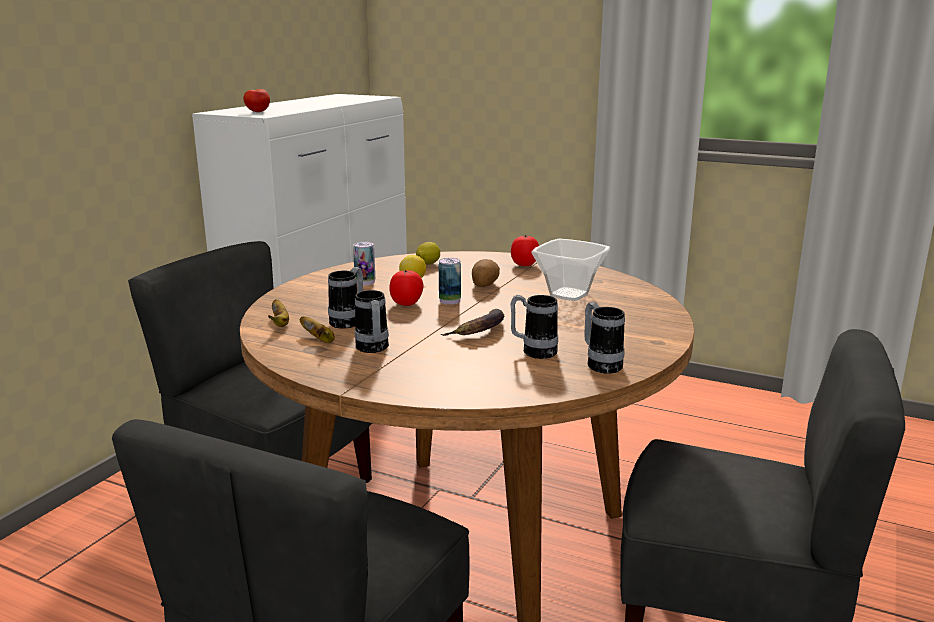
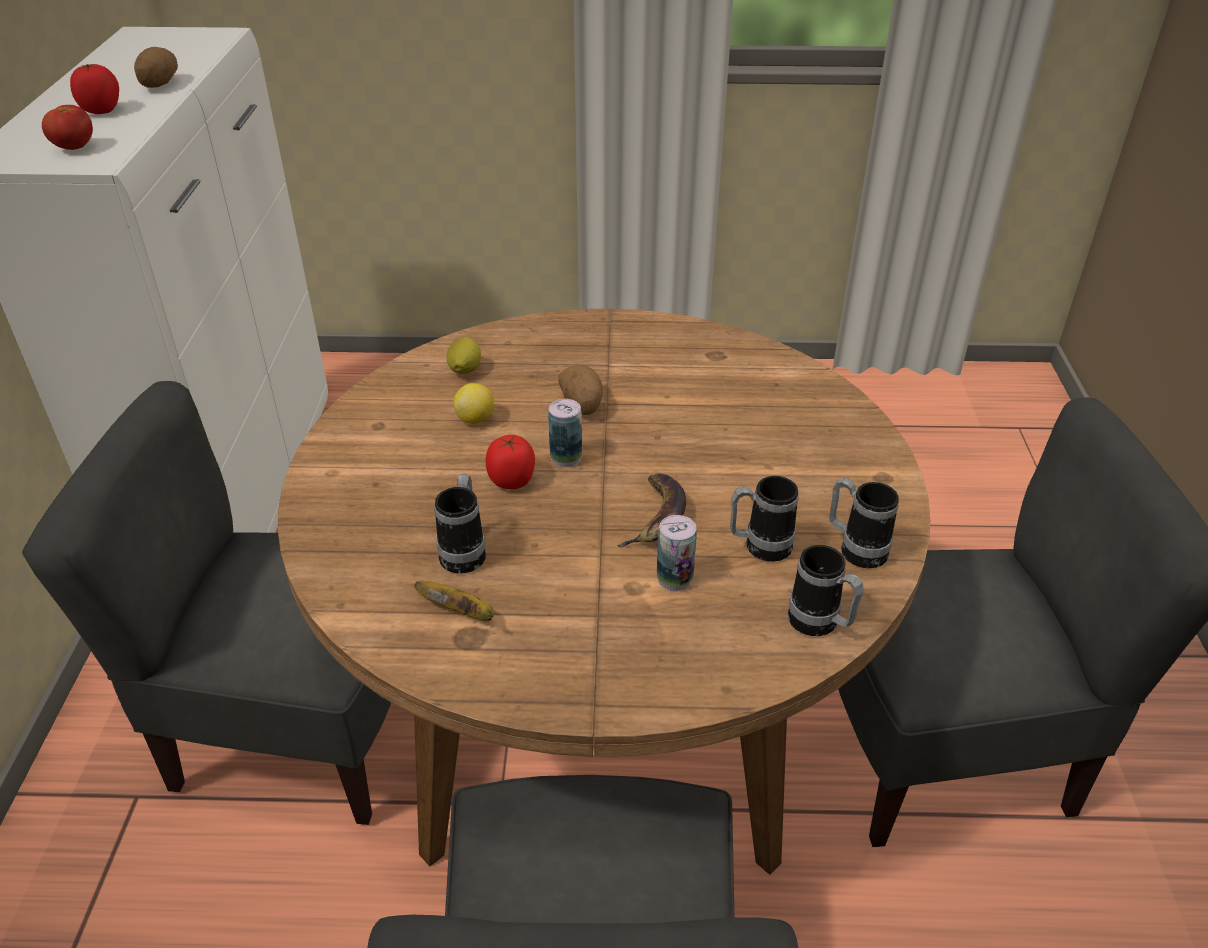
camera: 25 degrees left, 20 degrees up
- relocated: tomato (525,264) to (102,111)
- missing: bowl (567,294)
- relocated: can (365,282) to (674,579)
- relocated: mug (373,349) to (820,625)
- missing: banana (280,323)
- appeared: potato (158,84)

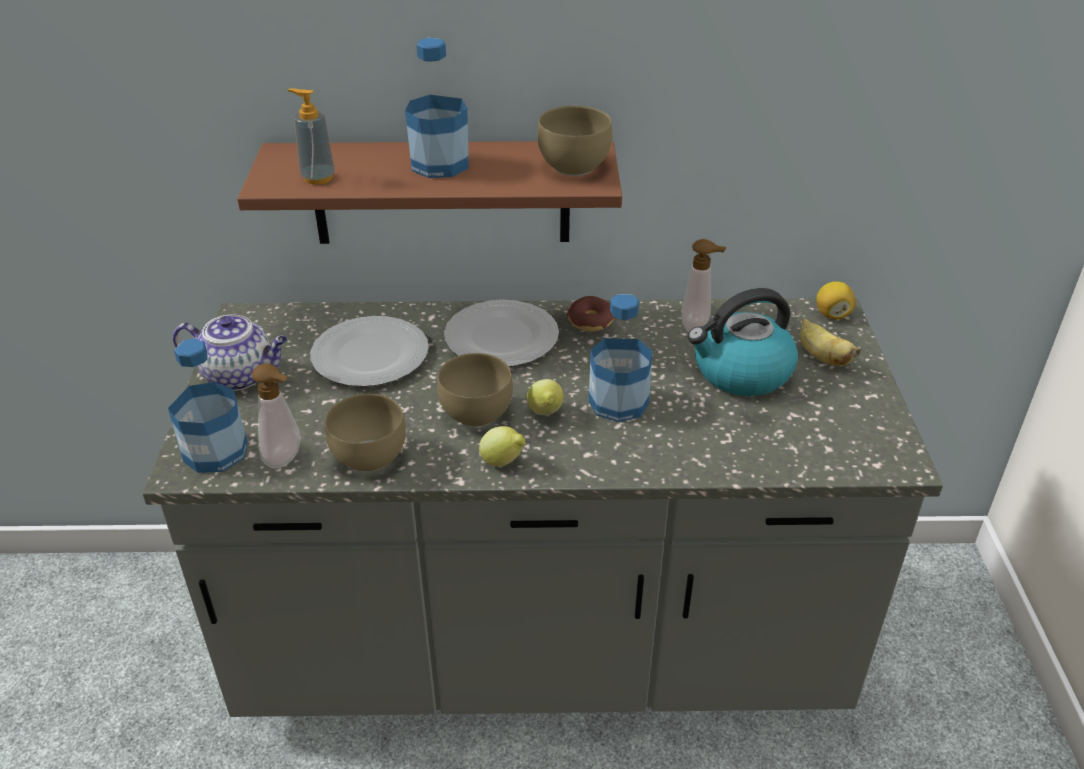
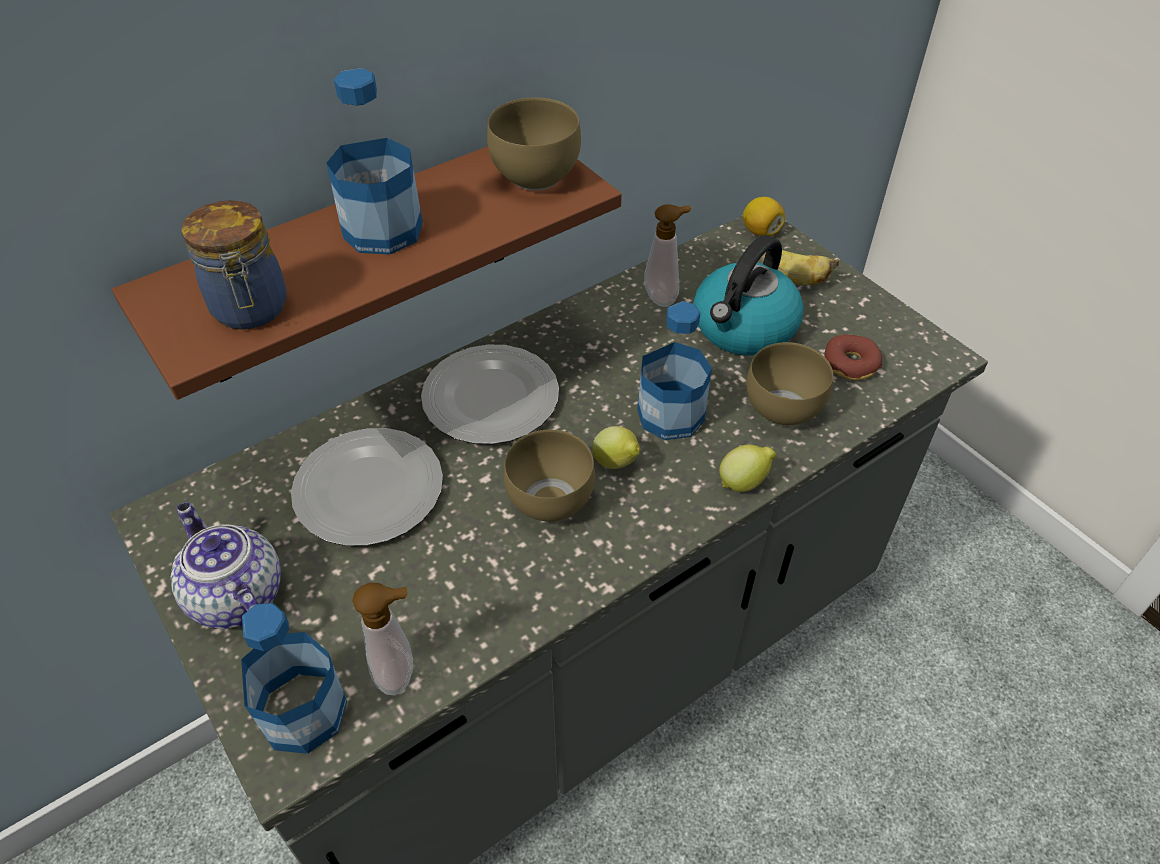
camera: 35 degrees left, 10 degrees up
- exchanged: soap dispenser (318,178) to jar (251,310)
- relocated: donut (591,321) to (850,364)
- spun: teapot (240,375) = (235,596) 105 degrees counterclockwise
- relocated: brown bowl (371,456) to (782,407)
- relocated: lemon (503,462) to (744,482)

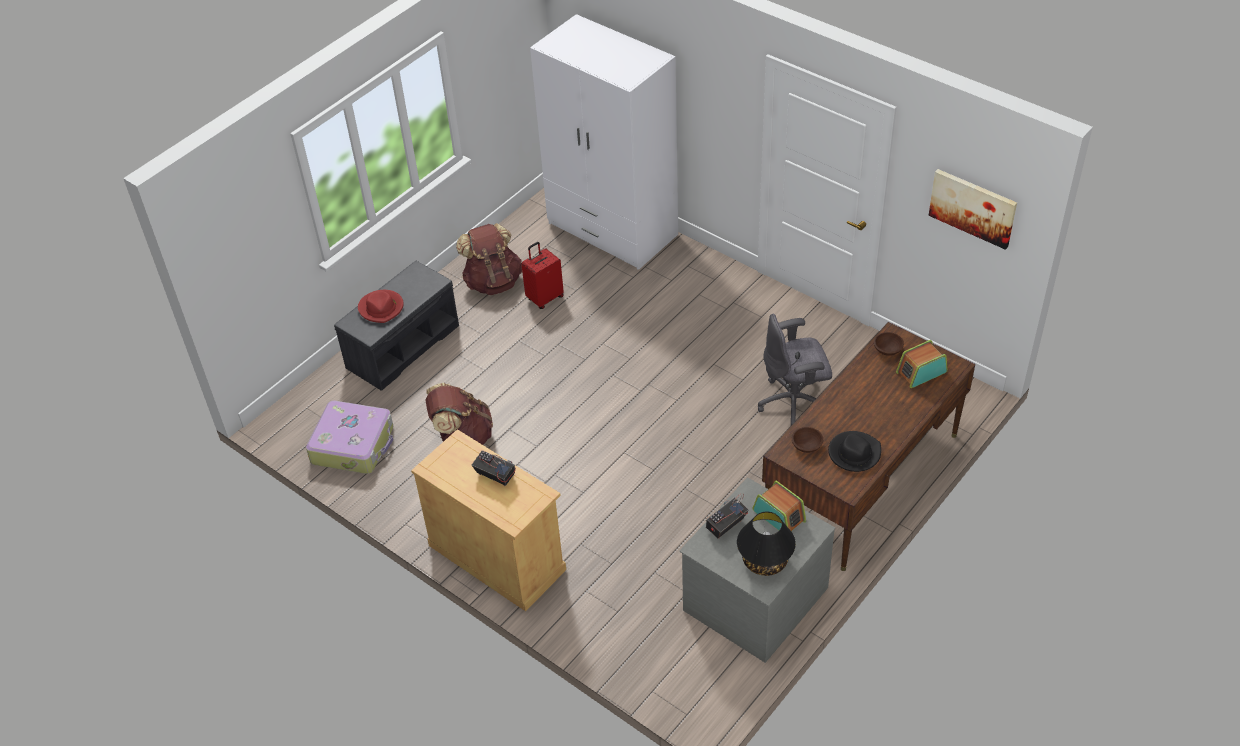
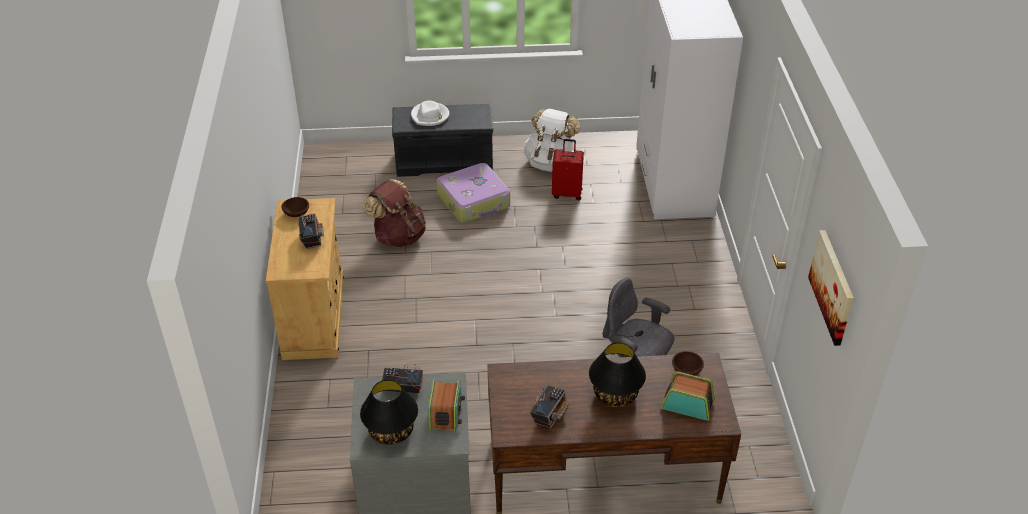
camera: 45 degrees right, 5 degrees down
- colour: brown backpack (493,281) to white backpack (550,162)
- colour: red hat (381,308) to white hat (430,116)
- relocated: suitcase (353,444) to (474,201)
- relocated: brown bowl (807,446) to (296,213)
- exchanged: black hat (854,453) to radio (549,415)
- appeared: black table lamp (615,394)

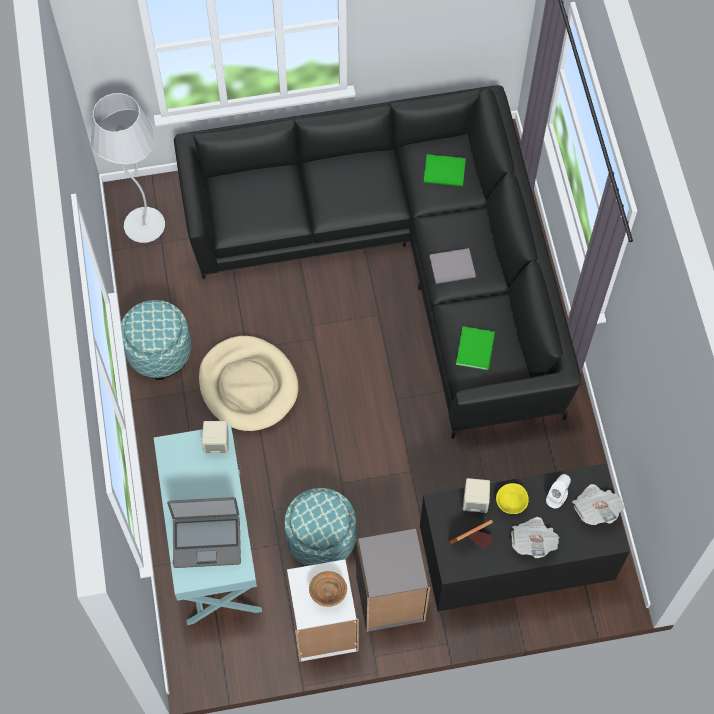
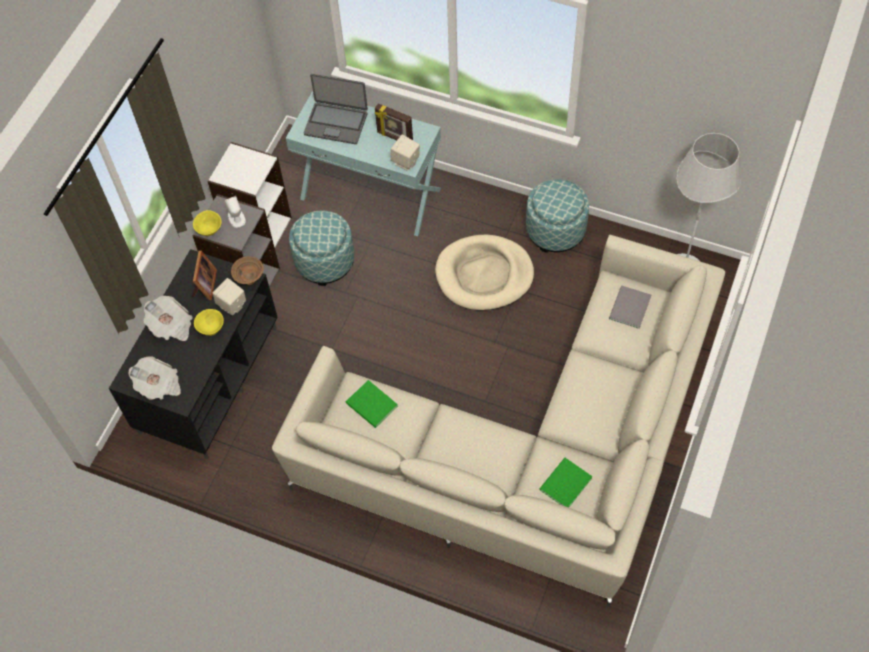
camera: 125 degrees right, 5 degrees down
- colour: black sofa (402,256) to beige sofa (530,451)
- relocated: grey book (454,268) to (628,308)
- relocated: white speaker (557,496) to (236,218)
- spun: laptop (206,540) = (336,123) 105 degrees counterclockwise
- relocated: brown bowl (327,595) to (250,280)
- appeared: picture frame (394,137)
- appeared: yellow bowl (208,230)

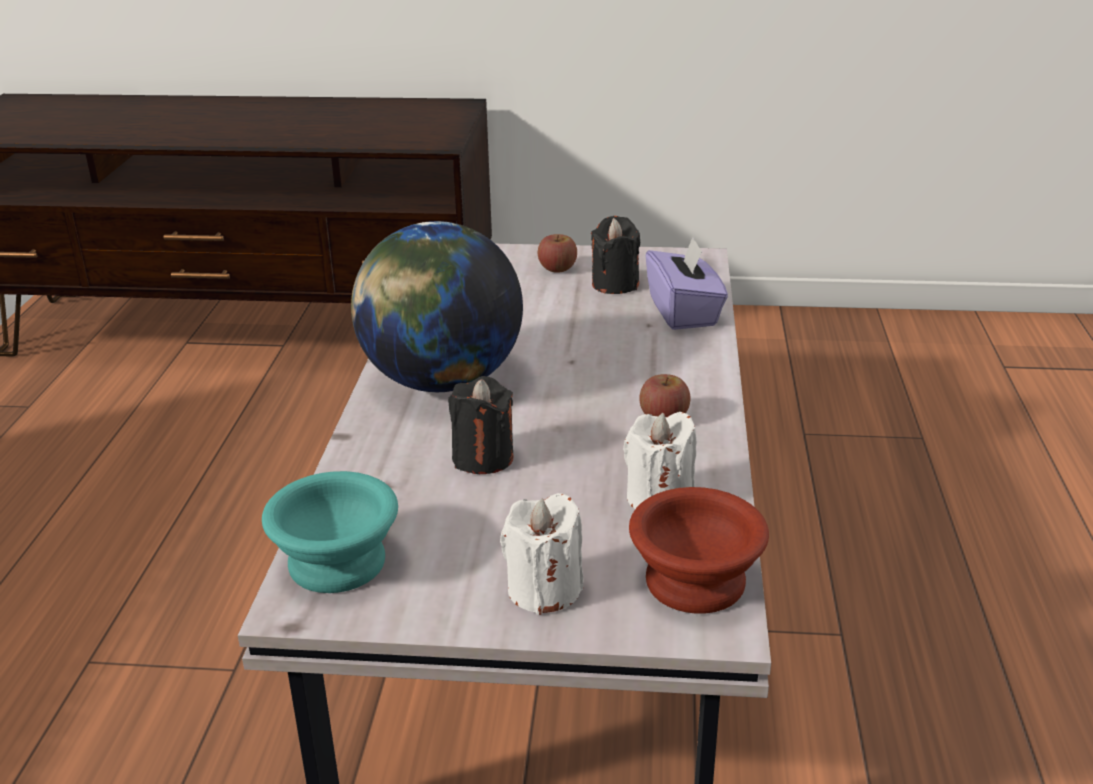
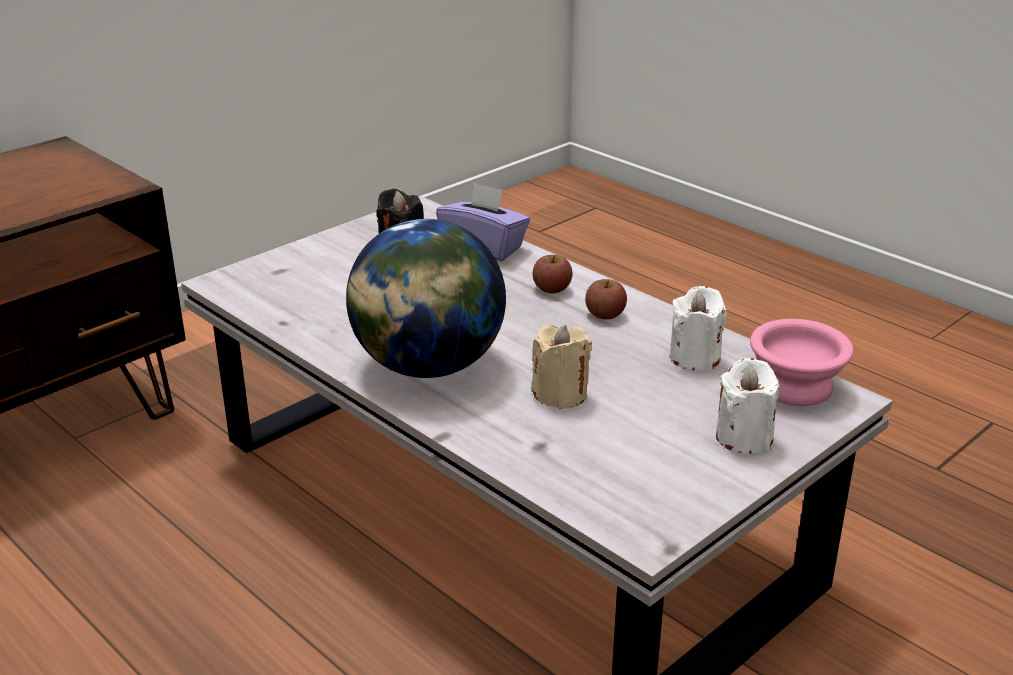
camera: 50 degrees left, 0 degrees up
- relocated: apple (557,268) to (552,289)
- colour: black candle (483,458) to beige candle (560,394)
- missing: turquoise bowl (341,563)
- colour: brown bowl (691,583) to pink bowl (794,388)

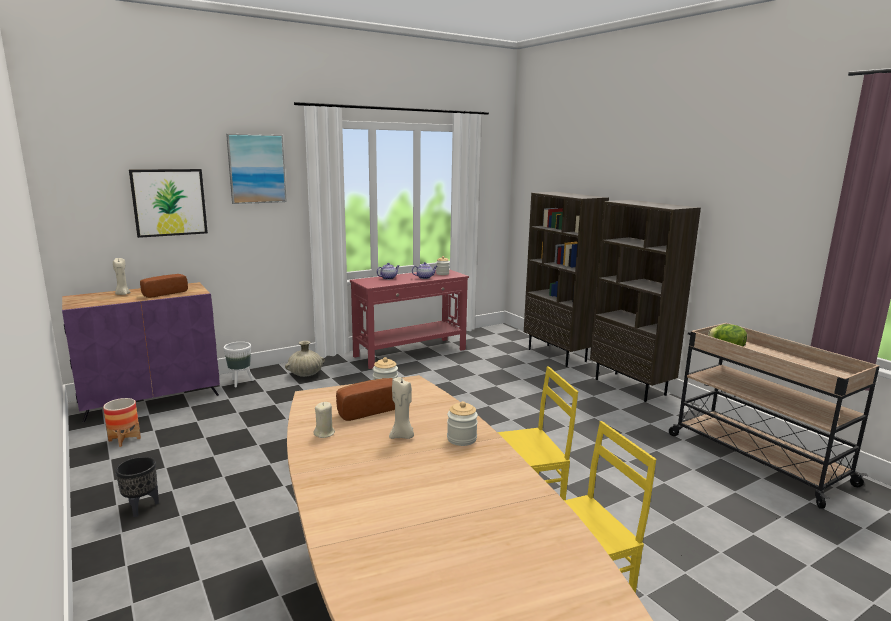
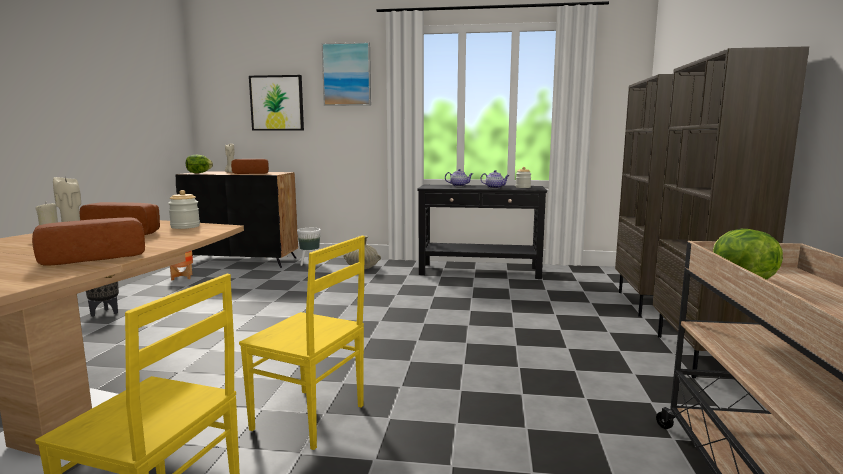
camera: 40 degrees right, 5 degrees down
- colour: red console table (411,353) to black console table (480,271)
- colour: purple cabinet (152,398) to black cabinet (243,261)
- exchanged: jar (461,439) to bread (92,257)
- appeared: lettuce (199,173)

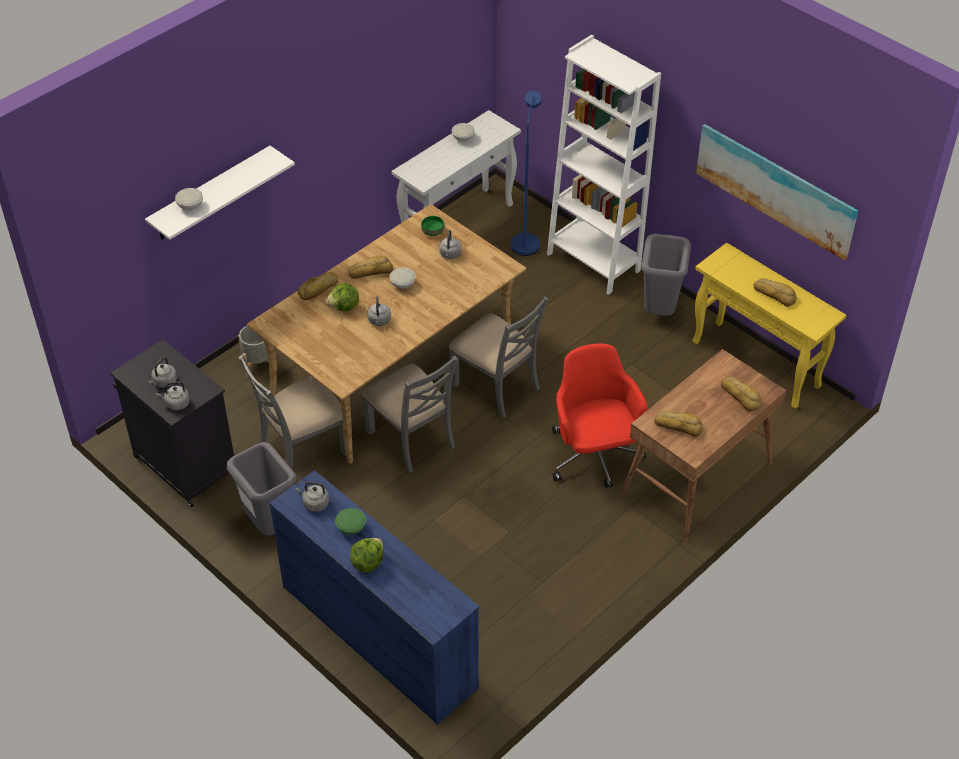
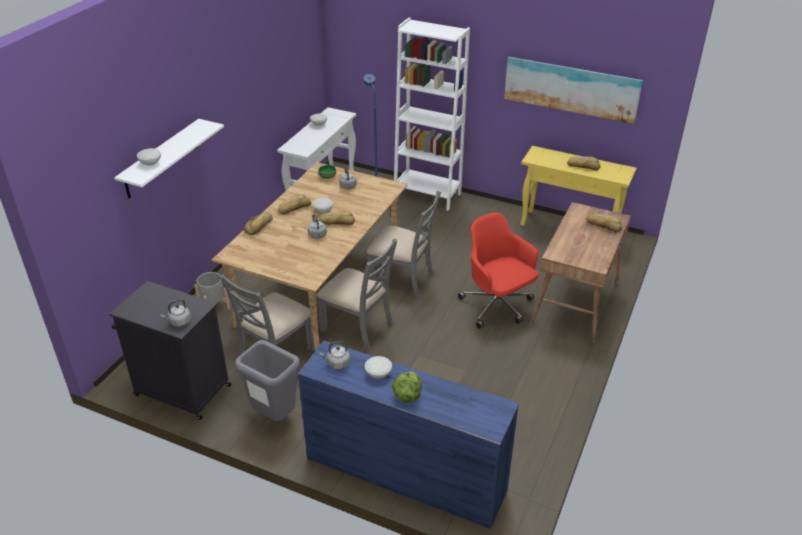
camera: 20 degrees left, 10 degrees down
- missing: grey trash can (659,312)
- missing: lettuce (344,307)
- missing: grey kettle (164,382)
- relocated: bread (678,425) to (336,221)
- colour: green bowl (351,527) to white bowl (378,373)

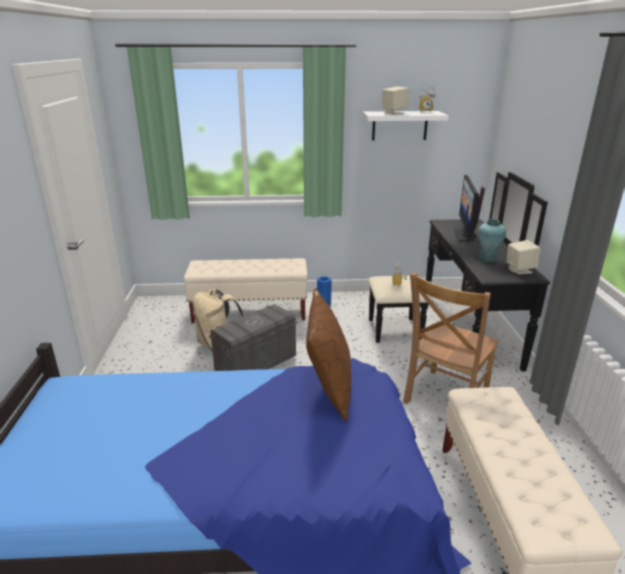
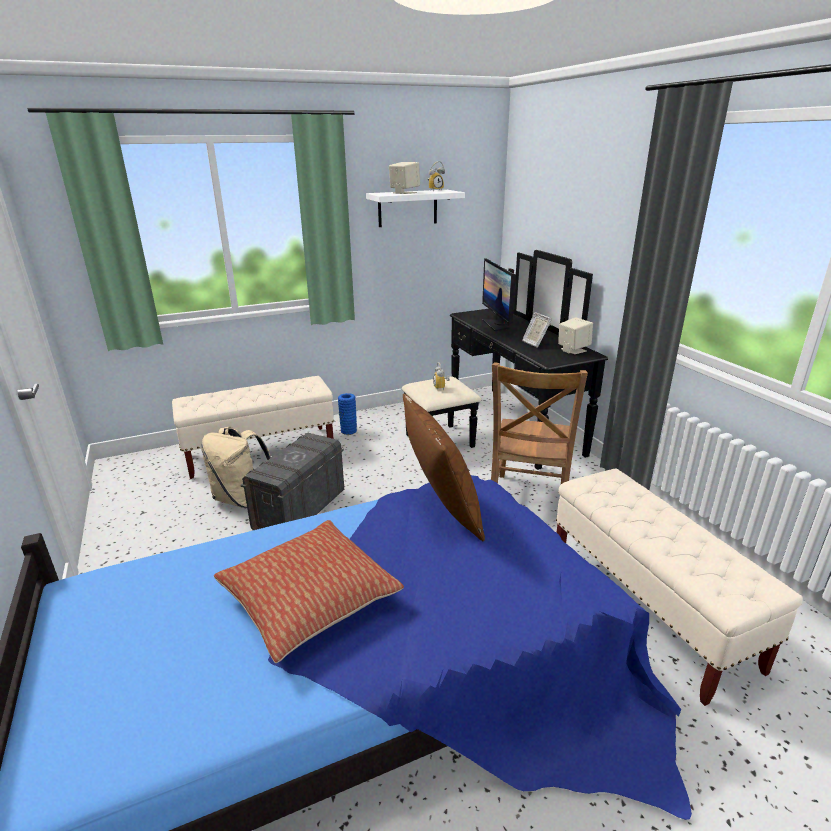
camera: 20 degrees left, 0 degrees up
- exchanged: turquoise vase (487,258) to picture frame (534,343)
- appeared: pillow (308,600)

